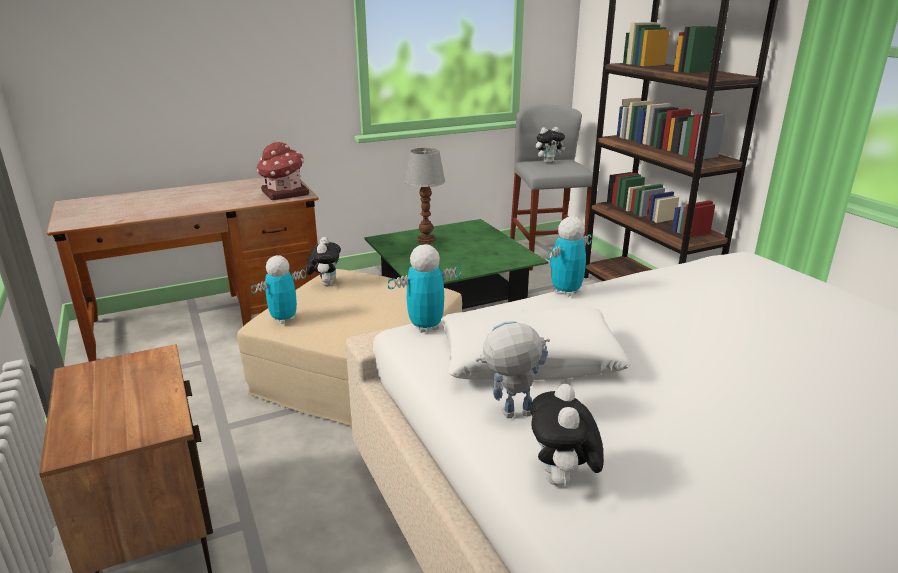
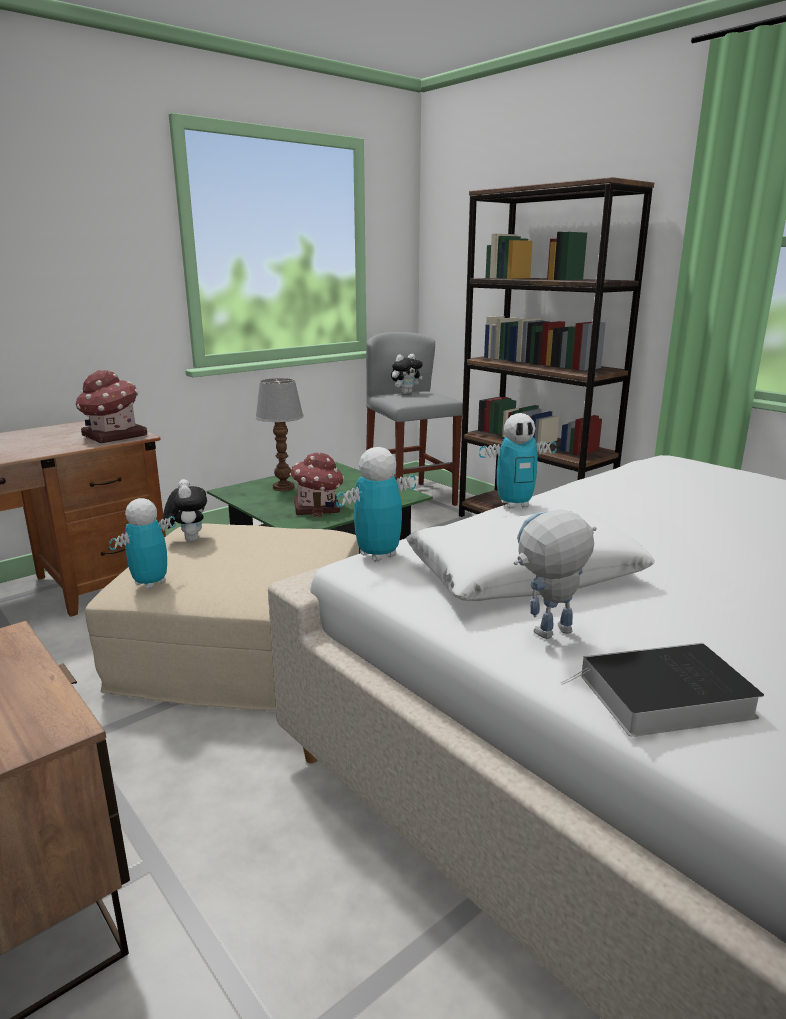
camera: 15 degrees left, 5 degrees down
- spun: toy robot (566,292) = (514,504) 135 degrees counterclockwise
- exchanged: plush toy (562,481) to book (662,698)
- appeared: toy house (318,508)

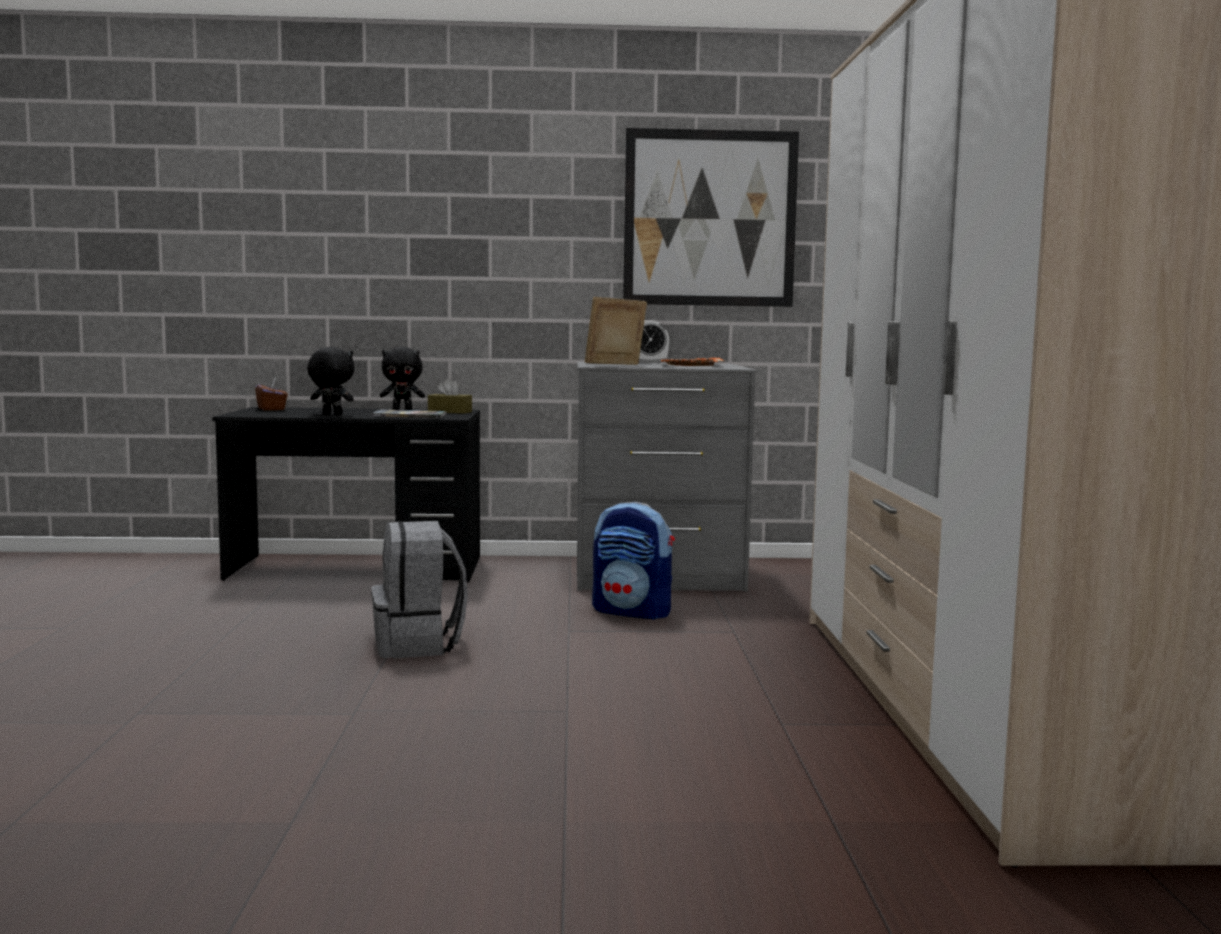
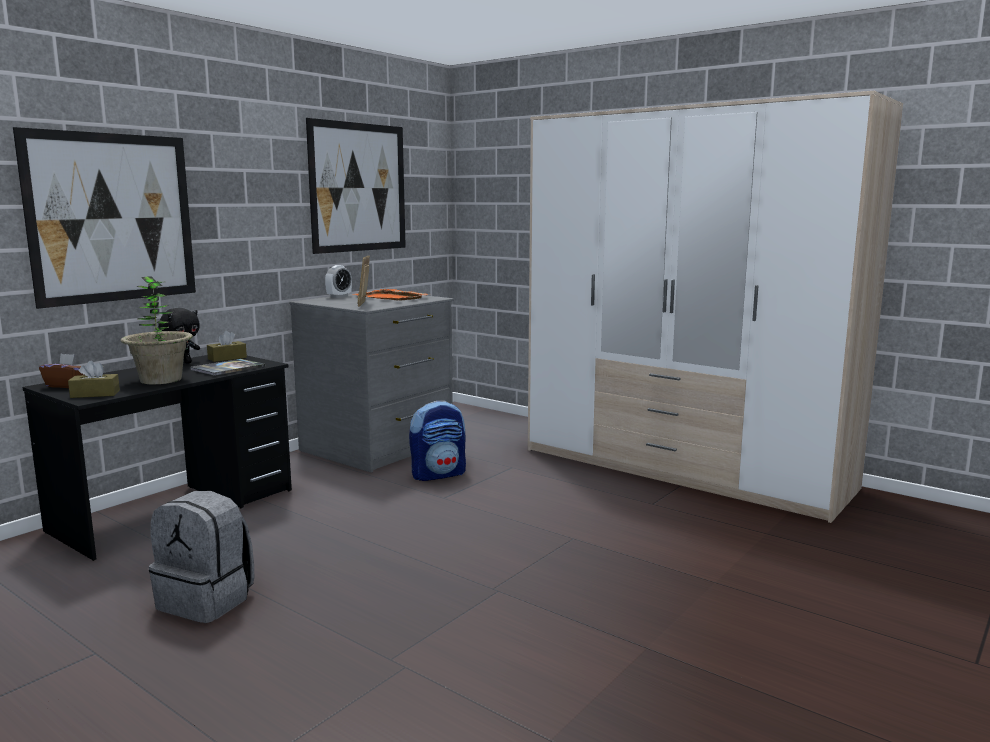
camera: 50 degrees left, 5 degrees up
- exchanged: black plush toy (331,414) to potted plant (161,380)
- relocated: grey backpack (418,645) to (207,600)
- appeared: picture (112,218)
- appeared: brown tissue box (95,394)

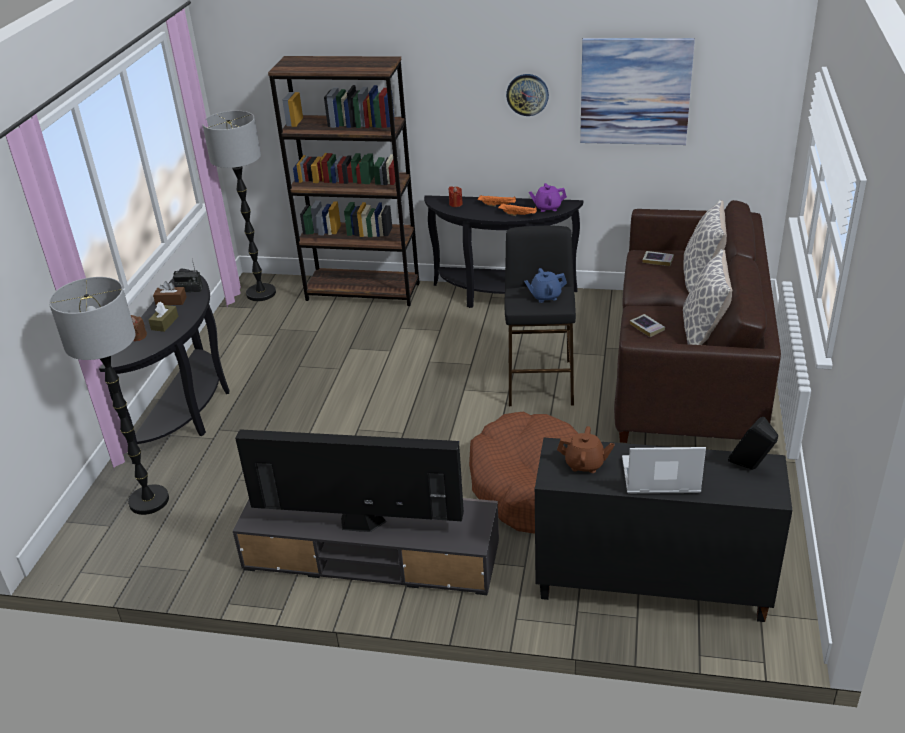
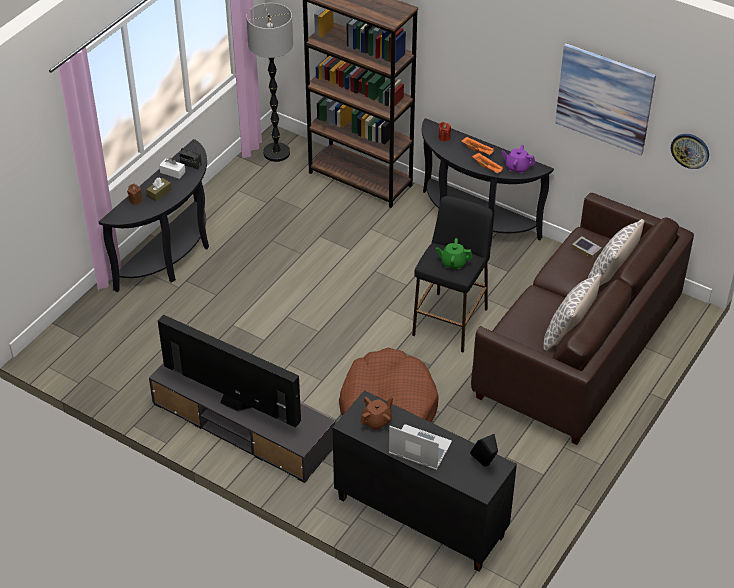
camera: 20 degrees right, 10 degrees up
- relocated: wall clock (527,94) to (690,150)
- colour: blue teapot (545,296) to green teapot (453,262)
- missing: floor lamp (149,501)
- colour: brown tissue box (171,301) to white tissue box (172,172)
- missing: book (647,327)
- spun: brown teapot (585,464) = (377,421) 75 degrees counterclockwise

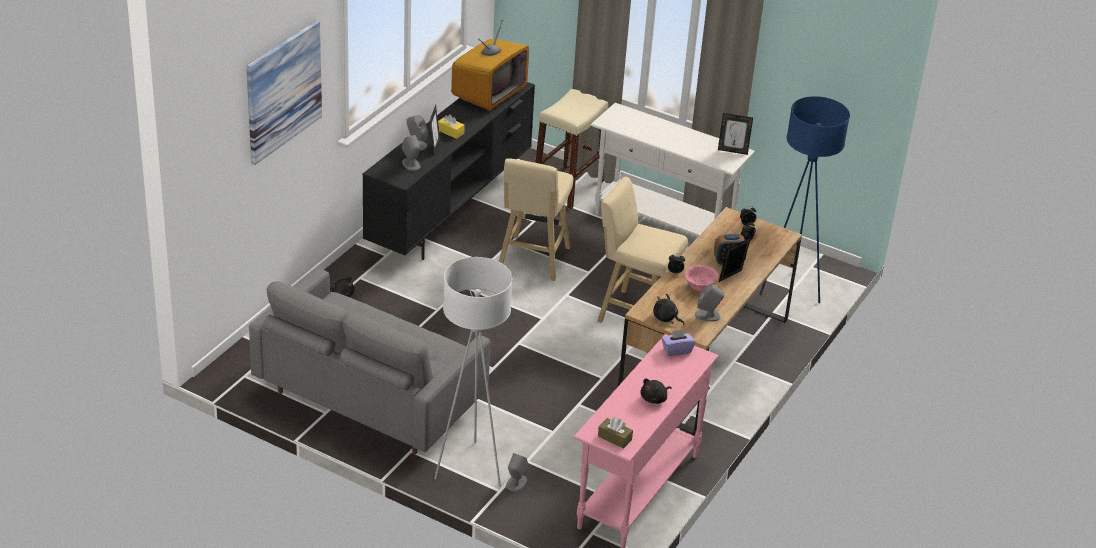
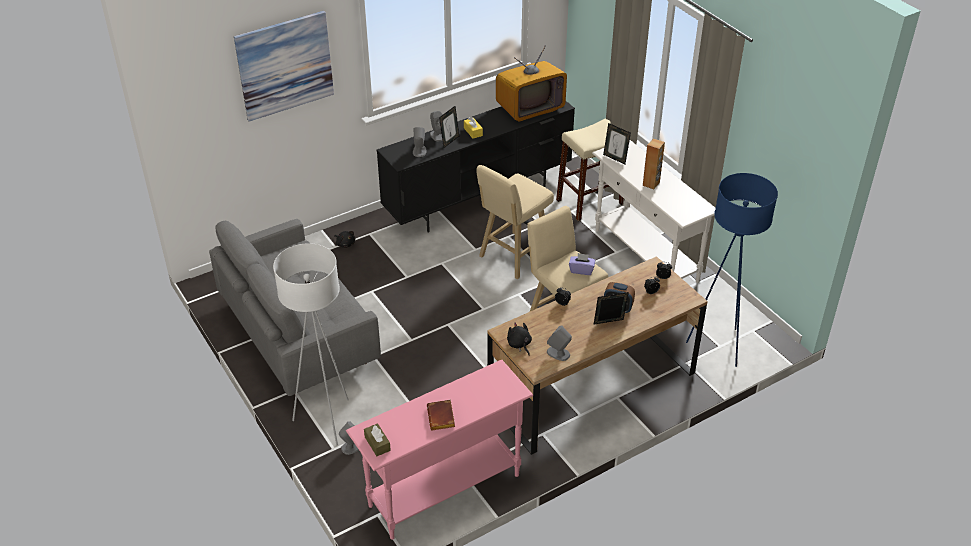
camera: 30 degrees right, 5 degrees up
- relocated: picture frame (733,151) to (615,158)
- missing: pink bowl (700,286)
- relocated: purple tissue box (677,350) to (581,270)
- exchanged: black plush toy (654,399) to brown book (442,418)
- appeared: brown speaker (651,184)

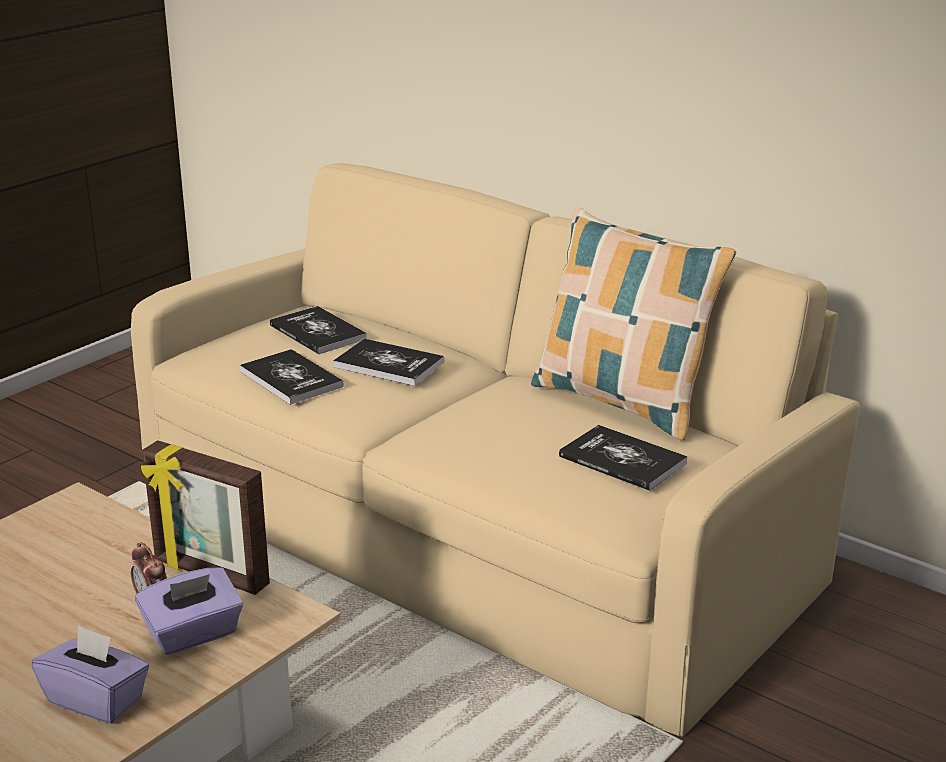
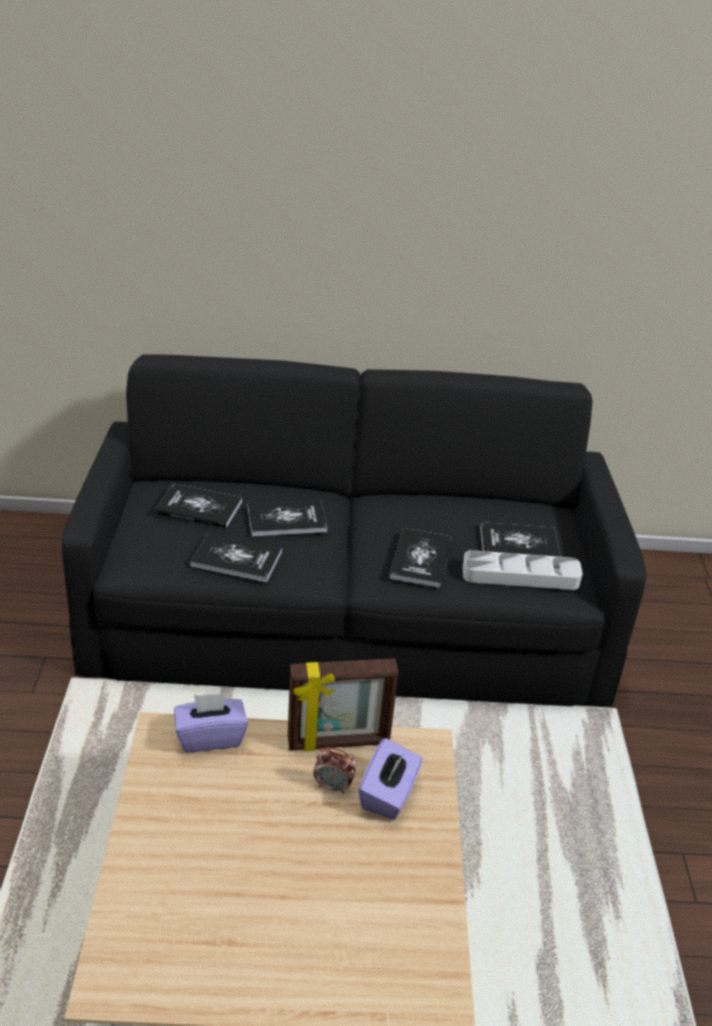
camera: 40 degrees left, 10 degrees up
- colour: beige sofa (475,525) to black sofa (349,610)
- missing: pillow (622,402)
- relocated: purple tissue box (96,699) to (210,737)
- appeared: book (420,559)
- appeared: grey tray (520,576)

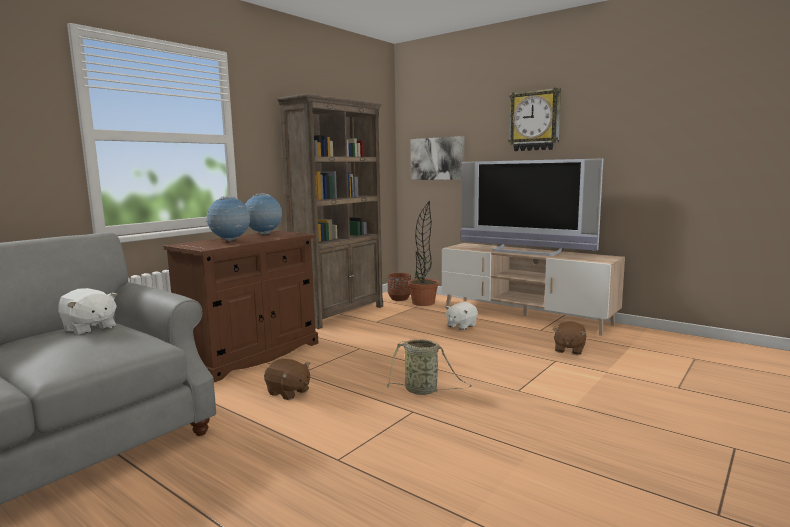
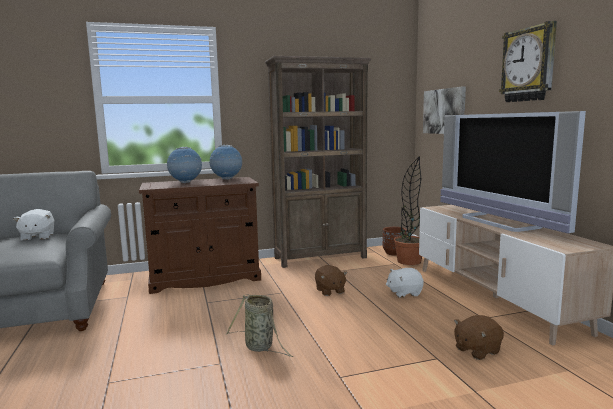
camera: 35 degrees right, 0 degrees up
- relocated: brown plush toy (288,392) to (330,291)

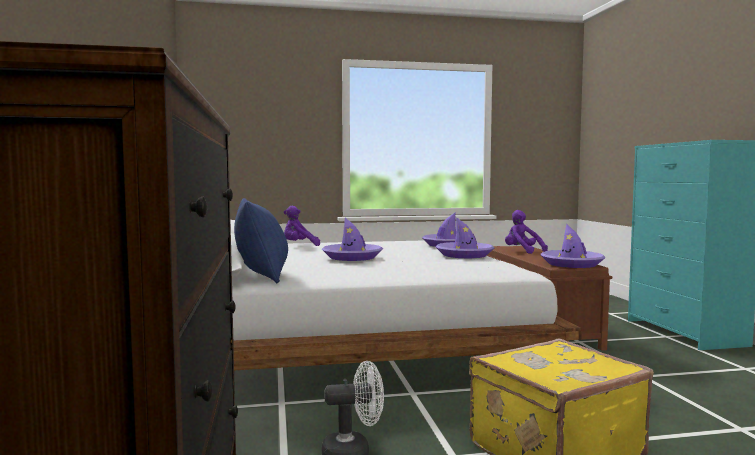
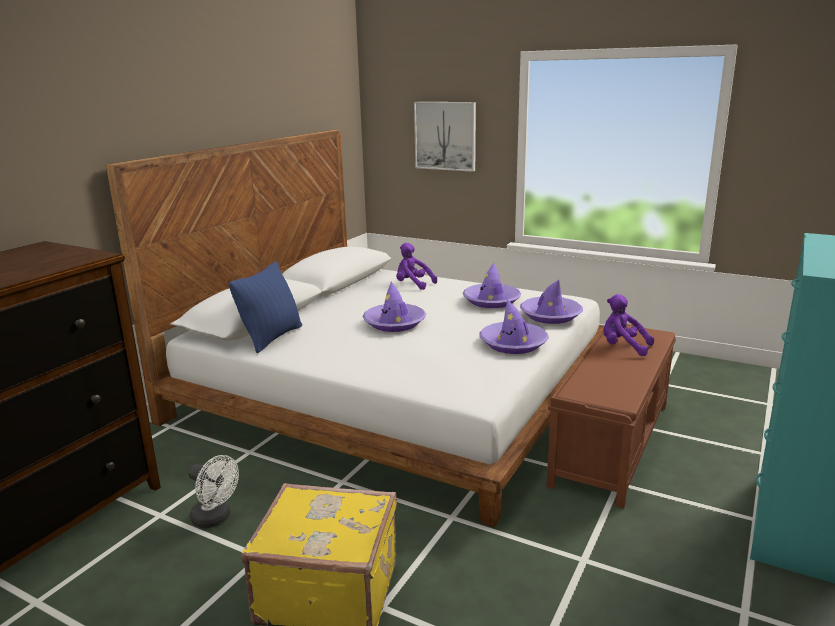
camera: 40 degrees right, 15 degrees up
- spun: purple plush toy (522,252) = (623,347) 60 degrees counterclockwise
- relocated: purple hat (572,264) to (491,301)
- appeared: picture (445,136)

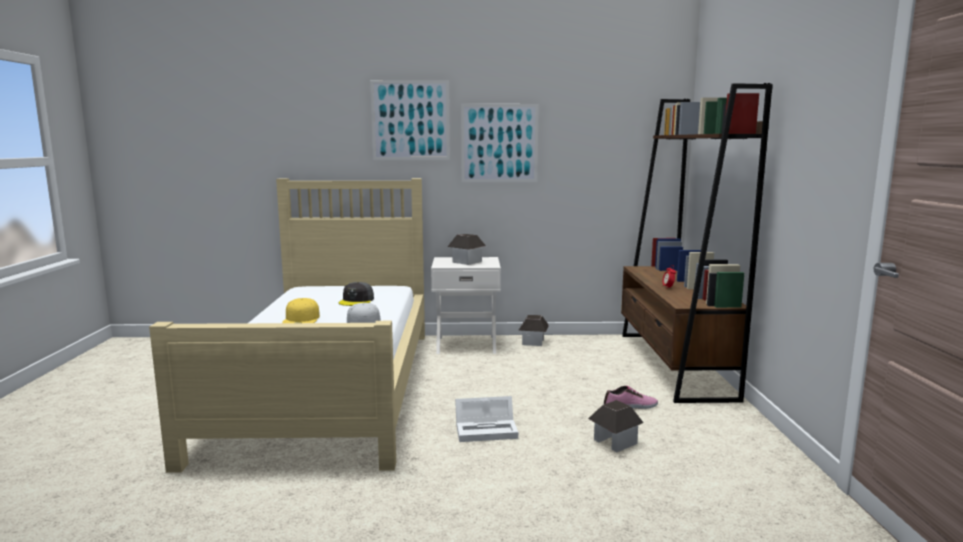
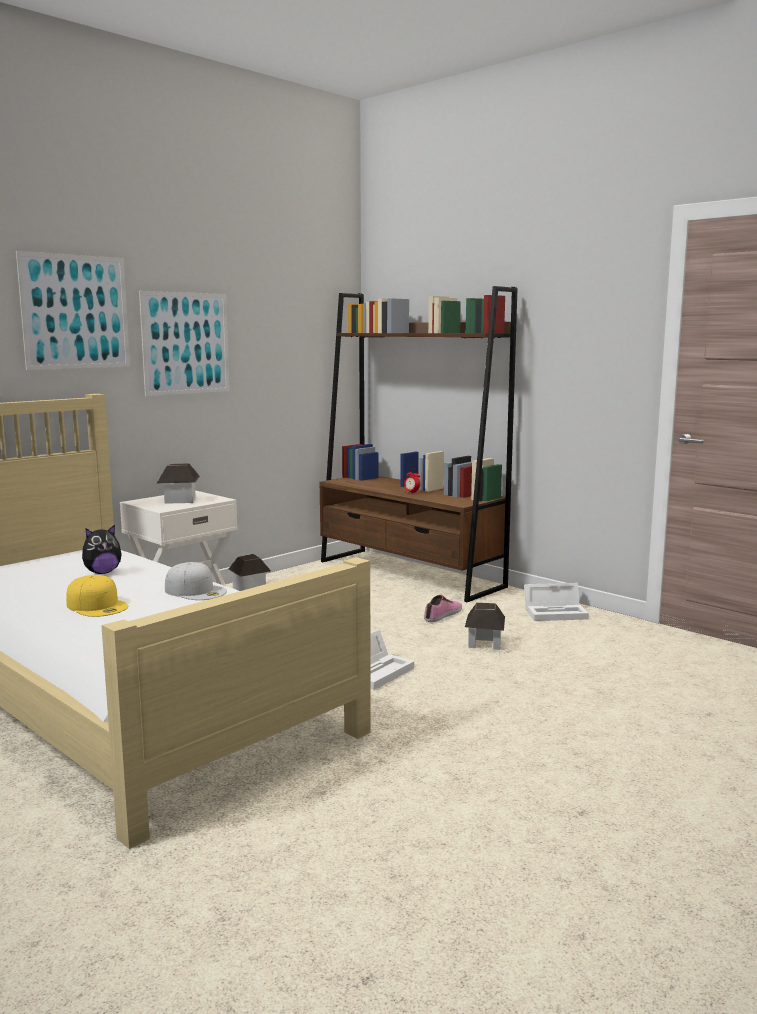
camera: 45 degrees left, 0 degrees up
- exchanged: grey cap (356,301) to plush toy (102,572)
- appeared: white storage box (556,612)

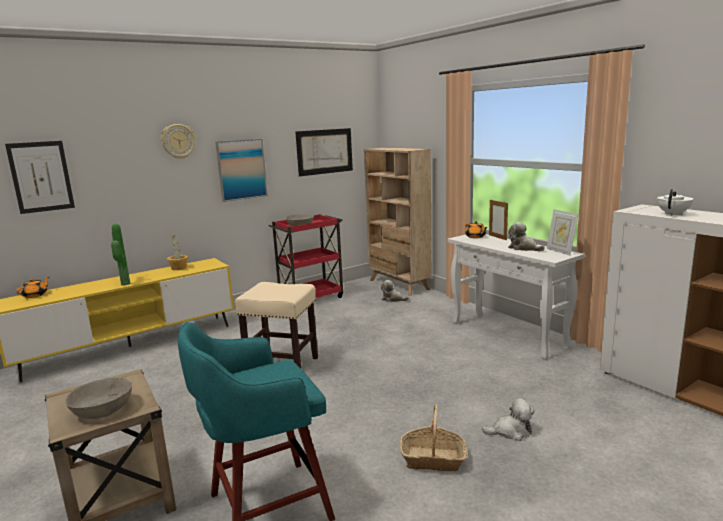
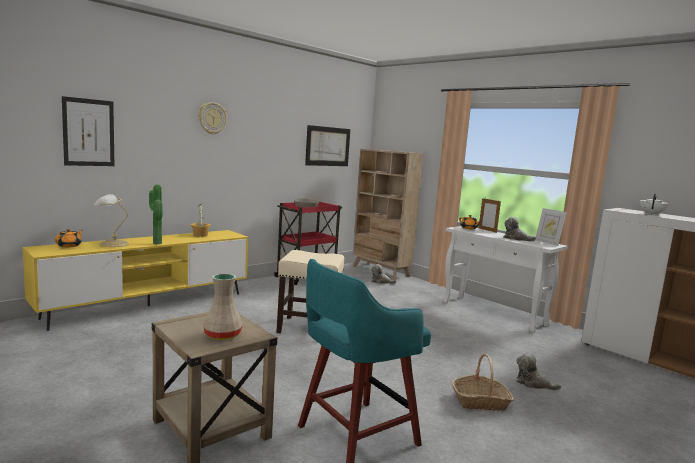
camera: 10 degrees left, 5 degrees down
- missing: picture (241,169)
- exchanged: grey bowl (102,409) to beige vase (221,335)
- spun: plush toy (511,431) = (533,383) 135 degrees counterclockwise
- appeared: table lamp (112,244)

